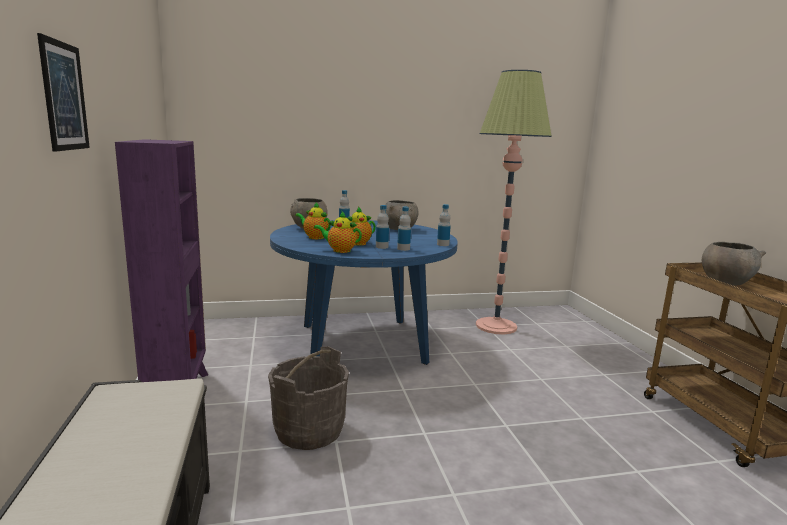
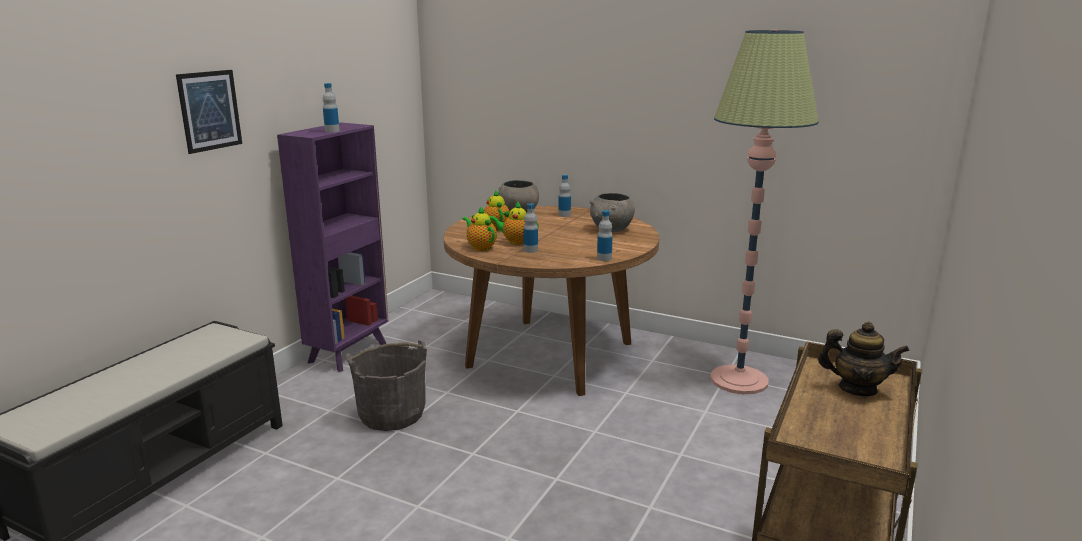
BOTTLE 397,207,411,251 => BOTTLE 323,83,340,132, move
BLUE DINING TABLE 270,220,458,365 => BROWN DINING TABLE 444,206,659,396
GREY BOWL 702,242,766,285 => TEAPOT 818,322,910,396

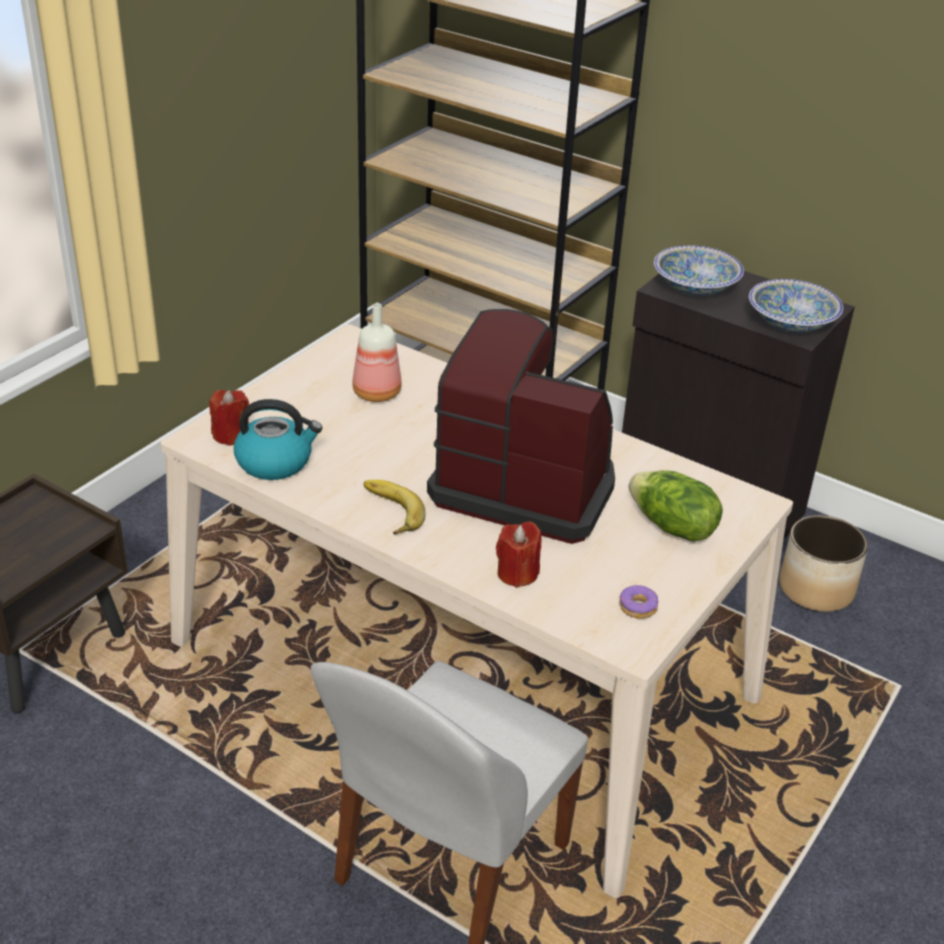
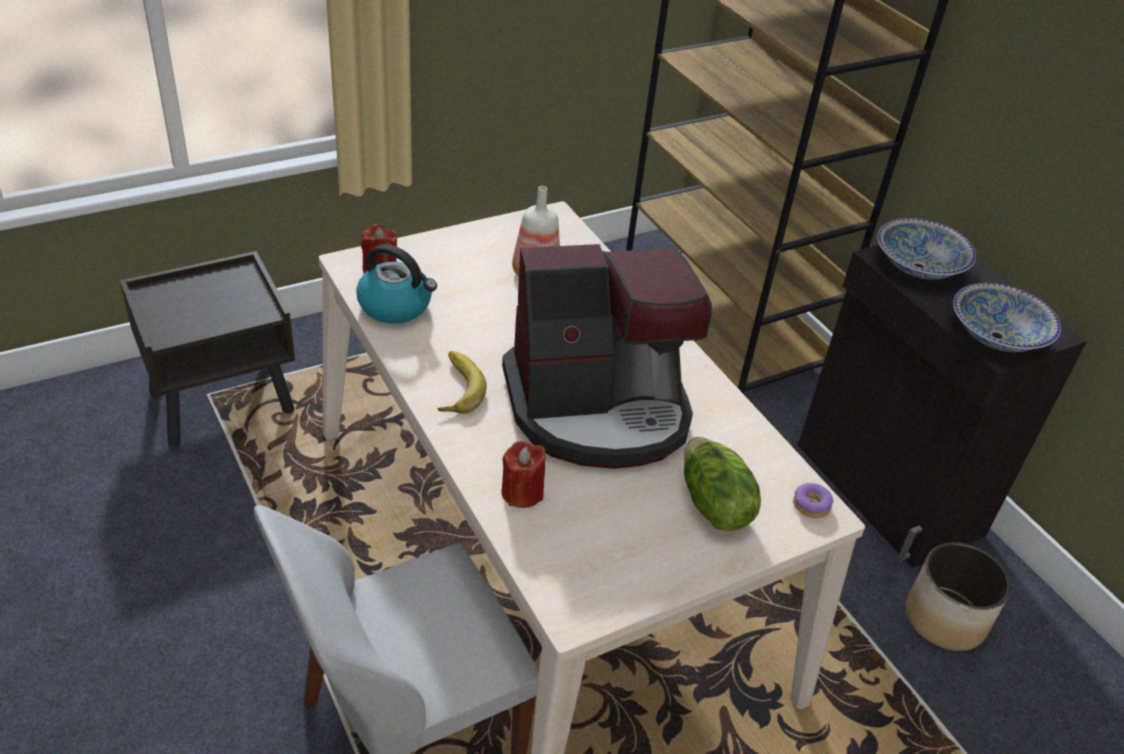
COFFEE MACHINE 427,309,615,544 => COFFEE MACHINE 502,244,712,469, 120 degrees clockwise
DONUT 620,585,659,619 => DONUT 793,483,833,518, move

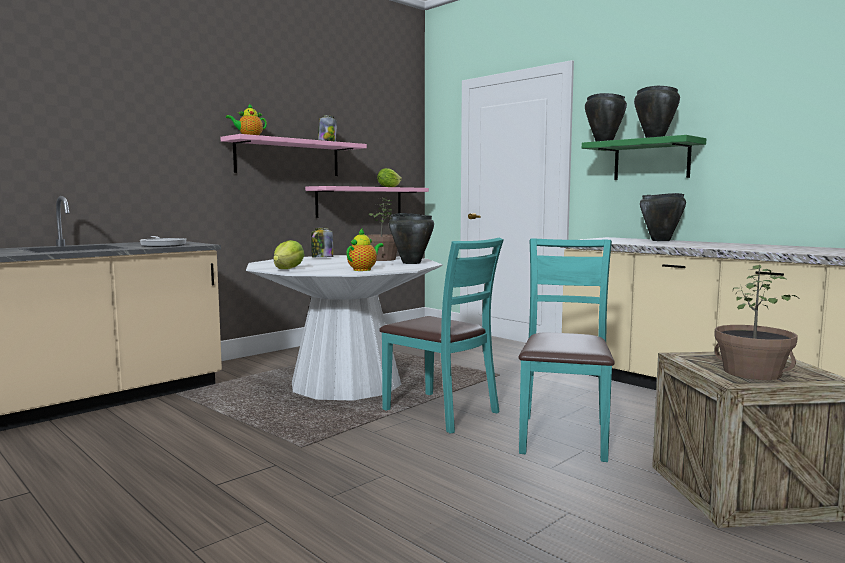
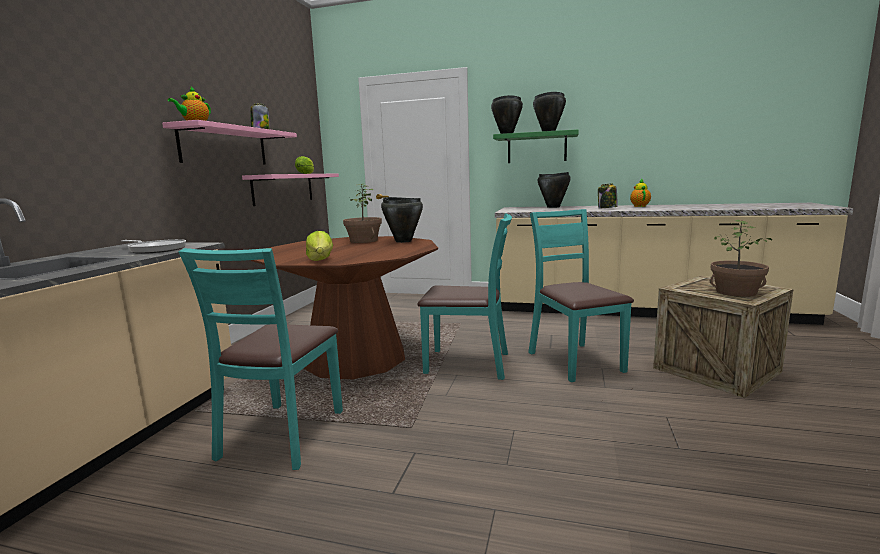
JAR 311,228,333,257 => JAR 598,183,618,208, move
TEAPOT 346,229,384,271 => TEAPOT 630,179,651,207, move
WHITE DINING TABLE 246,255,443,401 => BROWN DINING TABLE 250,236,438,379
nothing => TURQUOISE CHAIR 178,248,343,470

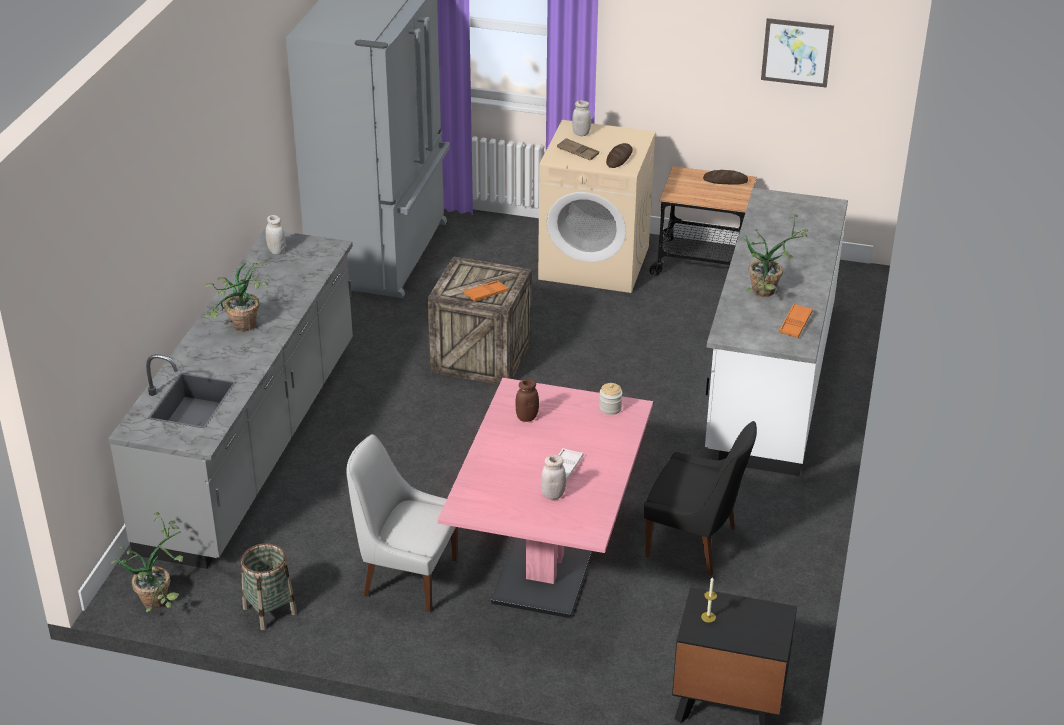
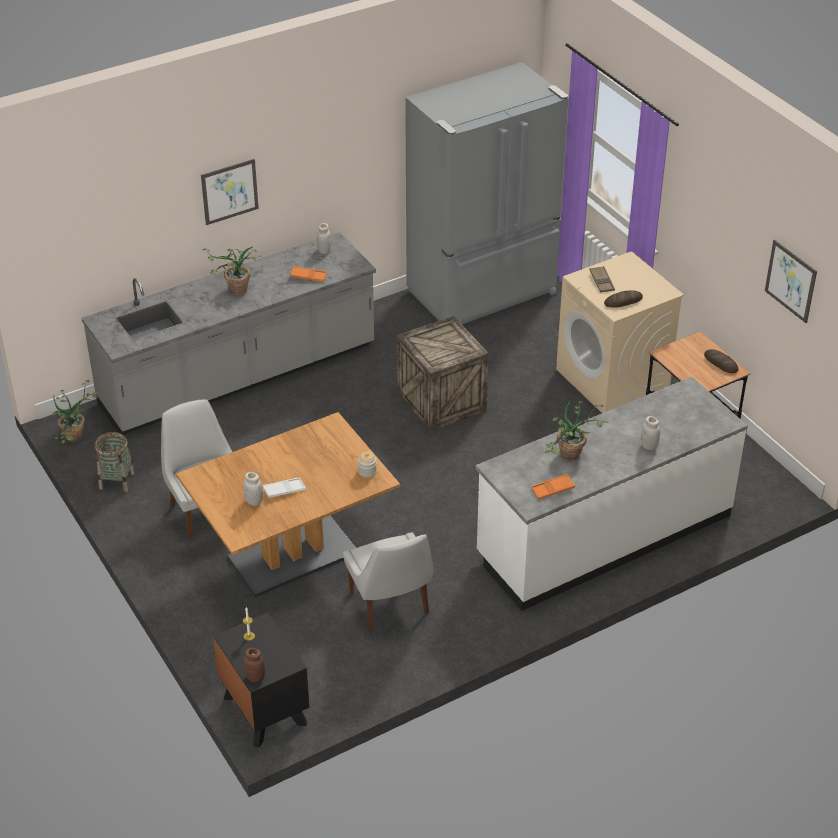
WHITE JAR 572,101,591,136 => WHITE JAR 641,416,660,450, move
ORANGE TRAY 464,280,509,302 => ORANGE TRAY 290,266,327,282, move
PINK DINING TABLE 438,378,653,618 => BROWN DINING TABLE 176,412,400,597
BROWN JAR 515,379,539,422 => BROWN JAR 243,648,265,683, move
BLACK CHAIR 644,421,757,576 => WHITE CHAIR 343,532,433,631
nothing => PICTURE 201,159,259,225

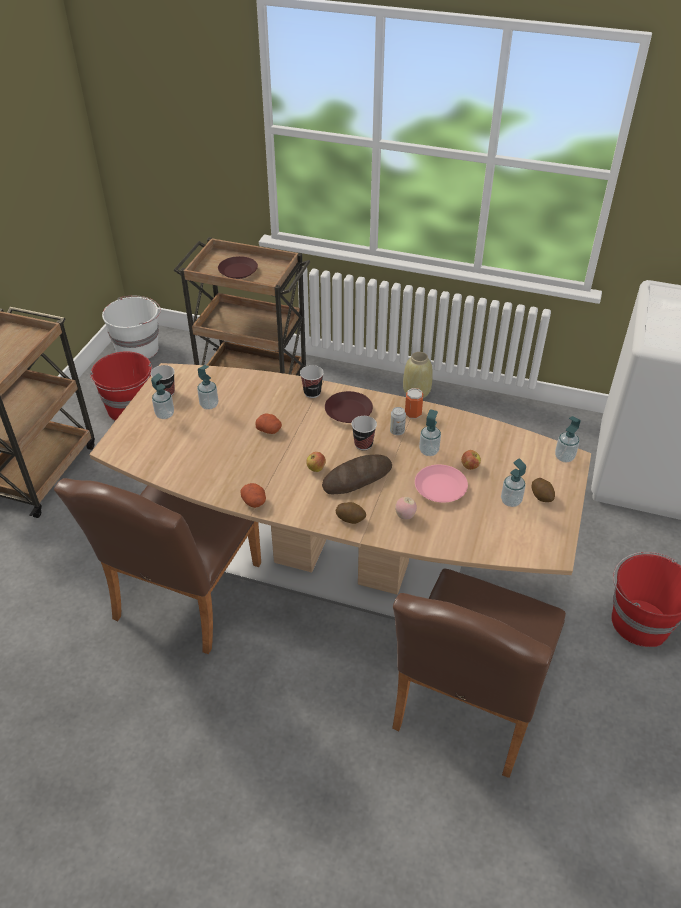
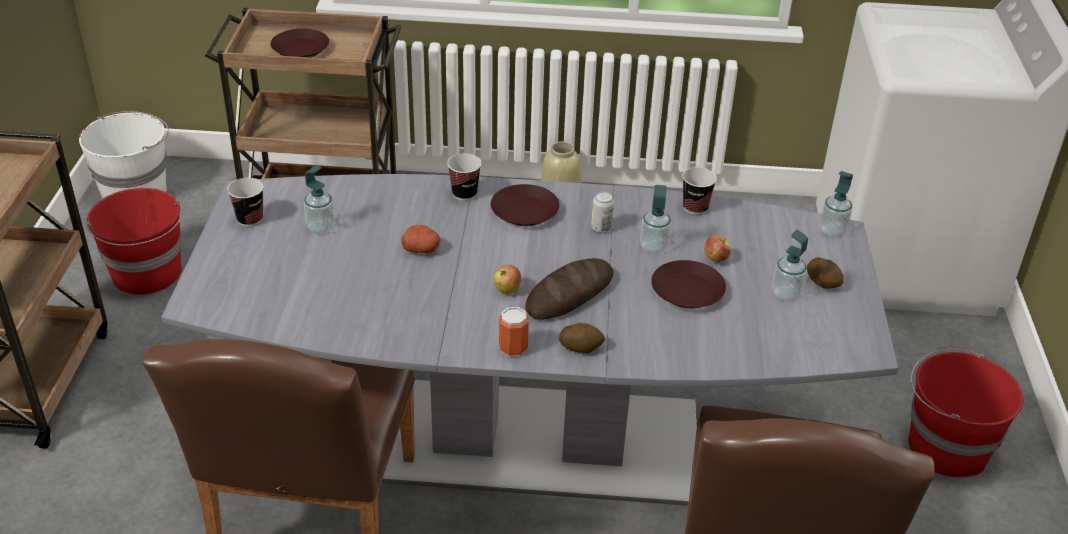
BROWN DINING TABLE 89,363,591,620 => GREY DINING TABLE 161,174,898,506
SOAP DISPENSER 151,373,174,419 => nothing
CAN 405,388,423,419 => CAN 499,307,529,357, move
CUP 351,416,377,450 => CUP 682,167,717,215, move
PINK PLATE 415,465,468,503 => BROWN PLATE 651,260,726,308
POTATO 240,483,266,508 => nothing
APPLE 395,497,417,520 => nothing

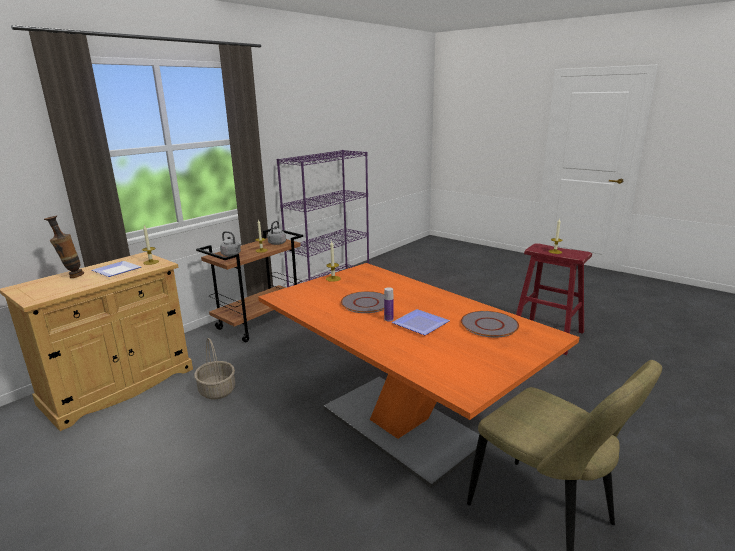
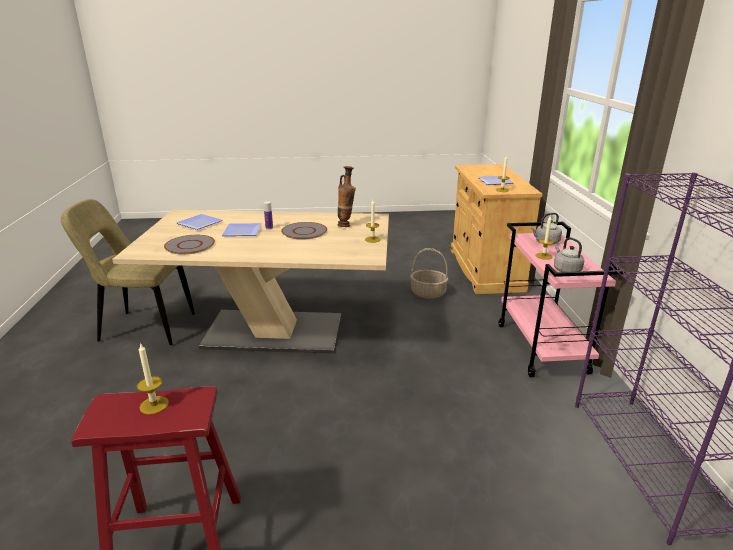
VASE 44,216,84,278 => VASE 337,166,356,227, move
BROWN CART 196,228,303,342 => PINK CART 499,222,623,377
ORANGE DINING TABLE 258,263,579,488 => BEIGE DINING TABLE 112,210,389,354
nothing => PLATE 176,214,223,230

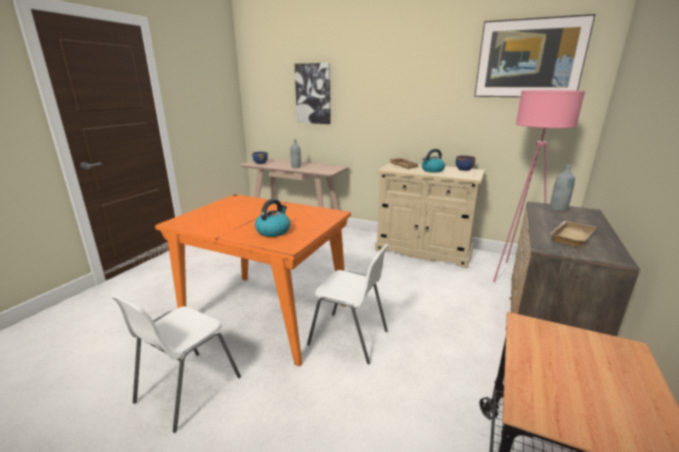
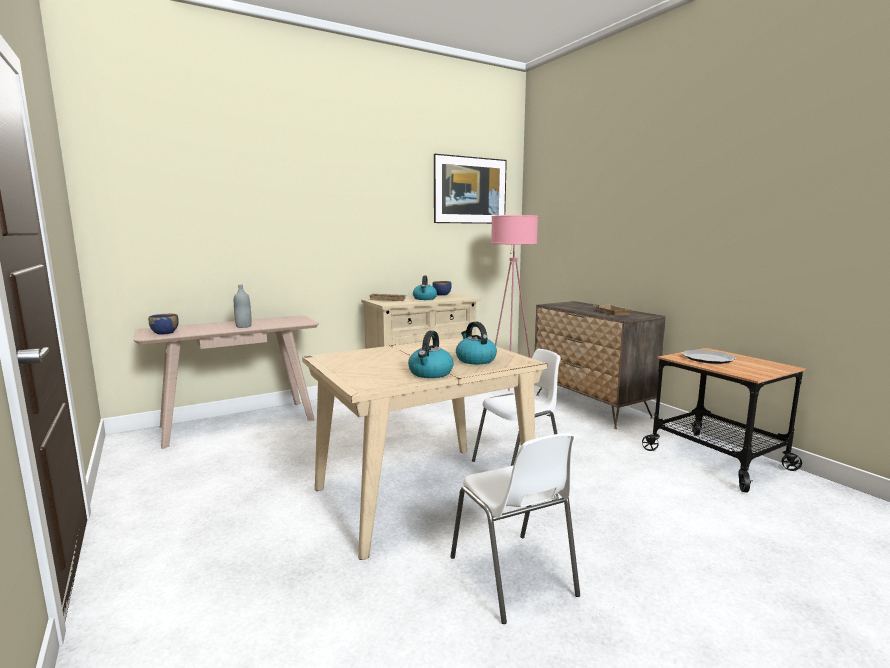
PICTURE 295,63,331,124 => nothing
GREY BOTTLE 550,165,575,211 => nothing
ORANGE DINING TABLE 155,194,351,366 => BEIGE DINING TABLE 302,337,547,560
nothing => KETTLE 408,331,454,378
nothing => PLATE 682,350,736,364

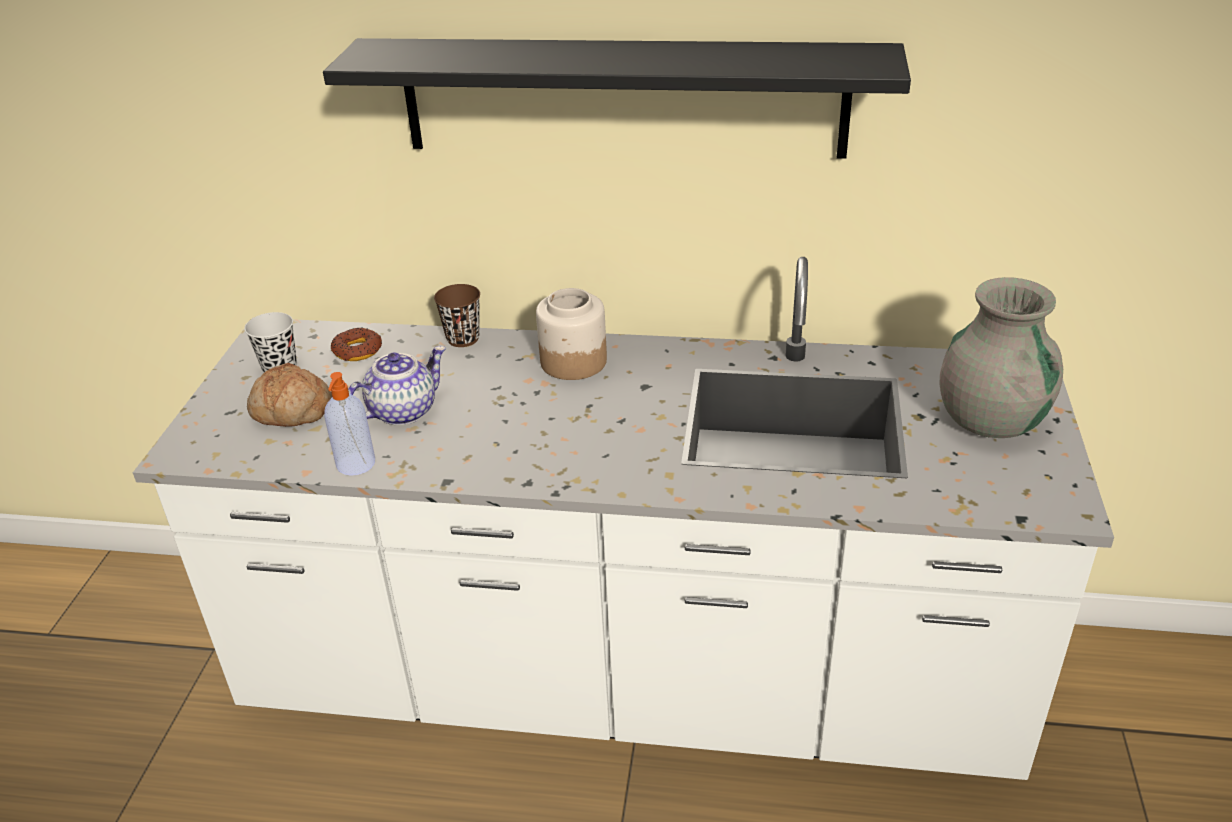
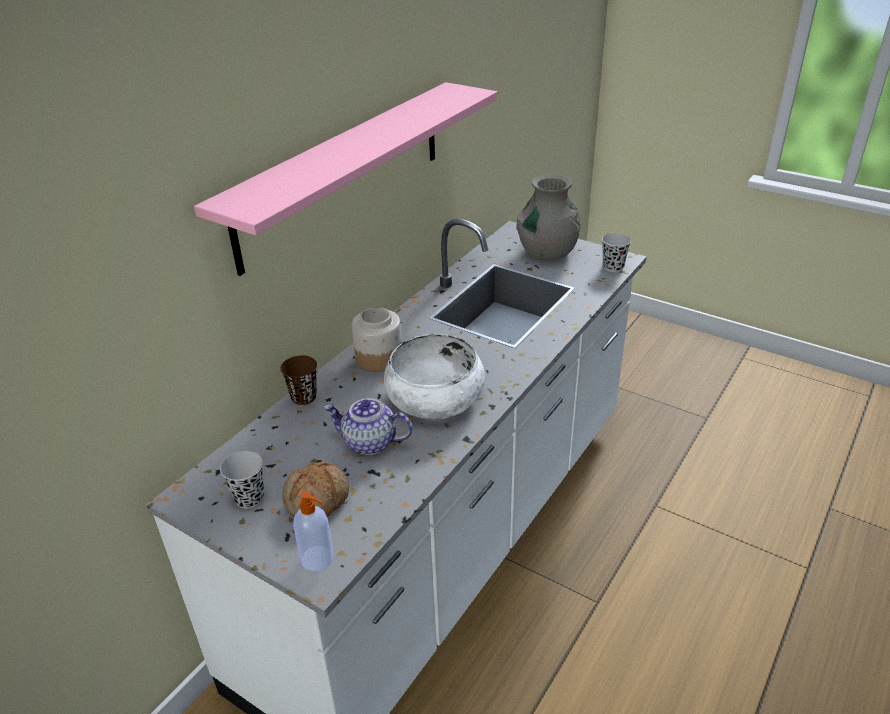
BLACK SHELF 323,38,911,159 => PINK SHELF 194,82,497,276
DONUT 331,327,382,361 => nothing
TEAPOT 348,346,446,426 => TEAPOT 323,398,412,455, 60 degrees counterclockwise
SOAP DISPENSER 324,372,375,476 => SOAP DISPENSER 293,491,334,571, move
nothing => BLACK CUP 602,233,631,272
nothing => WHITE BOWL 384,334,485,419

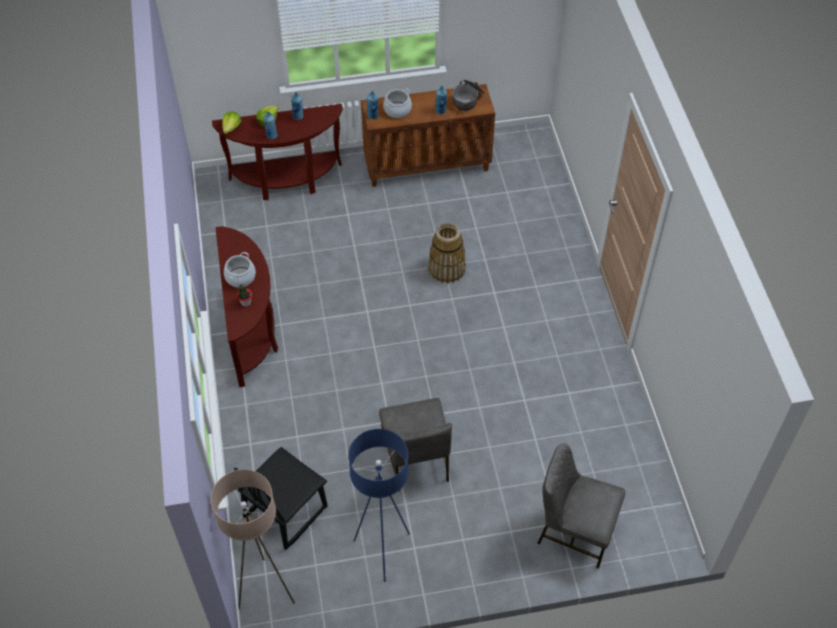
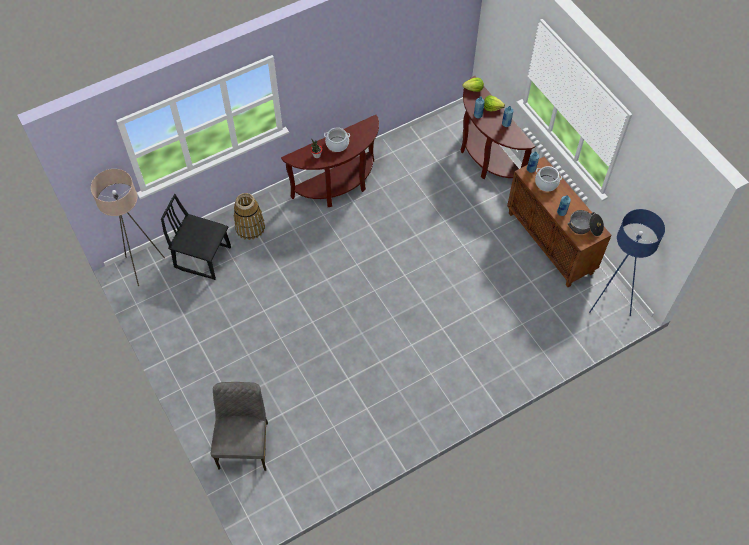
BASKET 428,223,466,284 => BASKET 234,193,265,240, move
GREY CHAIR 379,398,452,492 => nothing
BLUE FLOOR LAMP 348,429,410,582 => BLUE FLOOR LAMP 589,209,665,316, move

